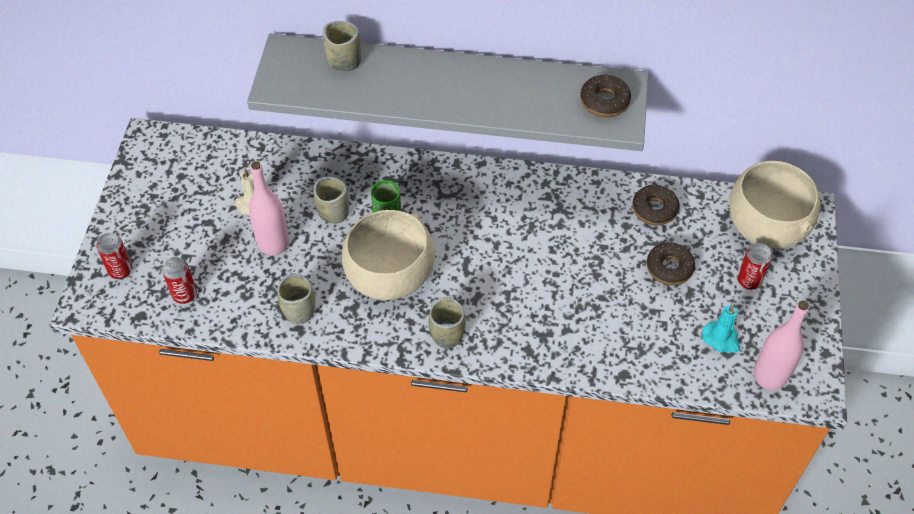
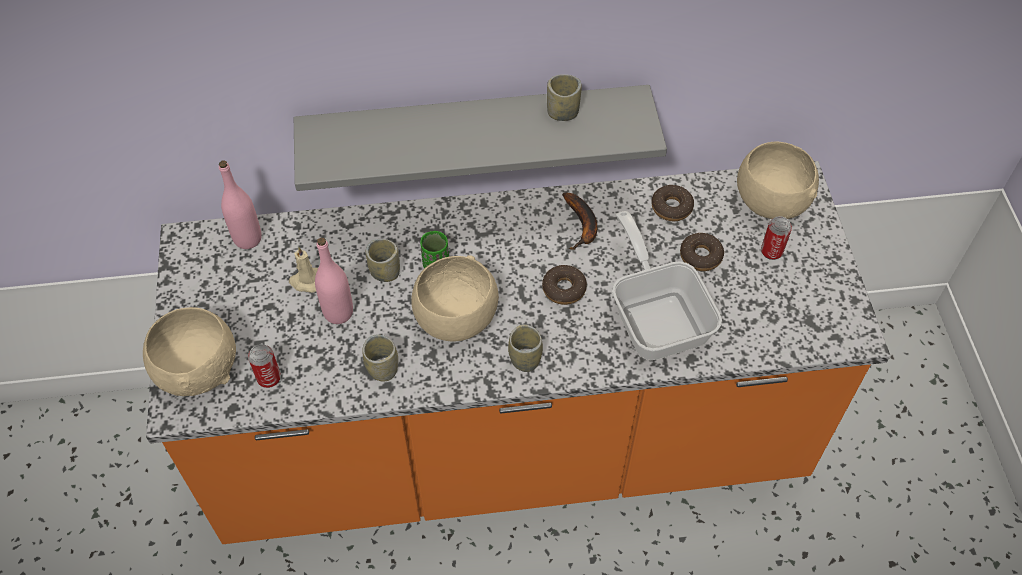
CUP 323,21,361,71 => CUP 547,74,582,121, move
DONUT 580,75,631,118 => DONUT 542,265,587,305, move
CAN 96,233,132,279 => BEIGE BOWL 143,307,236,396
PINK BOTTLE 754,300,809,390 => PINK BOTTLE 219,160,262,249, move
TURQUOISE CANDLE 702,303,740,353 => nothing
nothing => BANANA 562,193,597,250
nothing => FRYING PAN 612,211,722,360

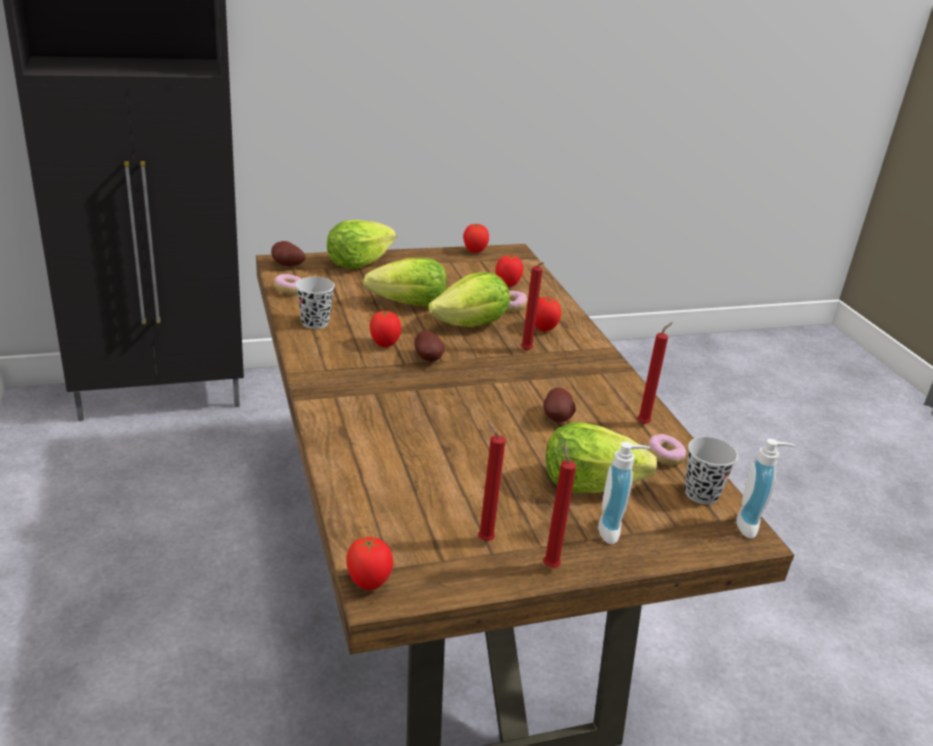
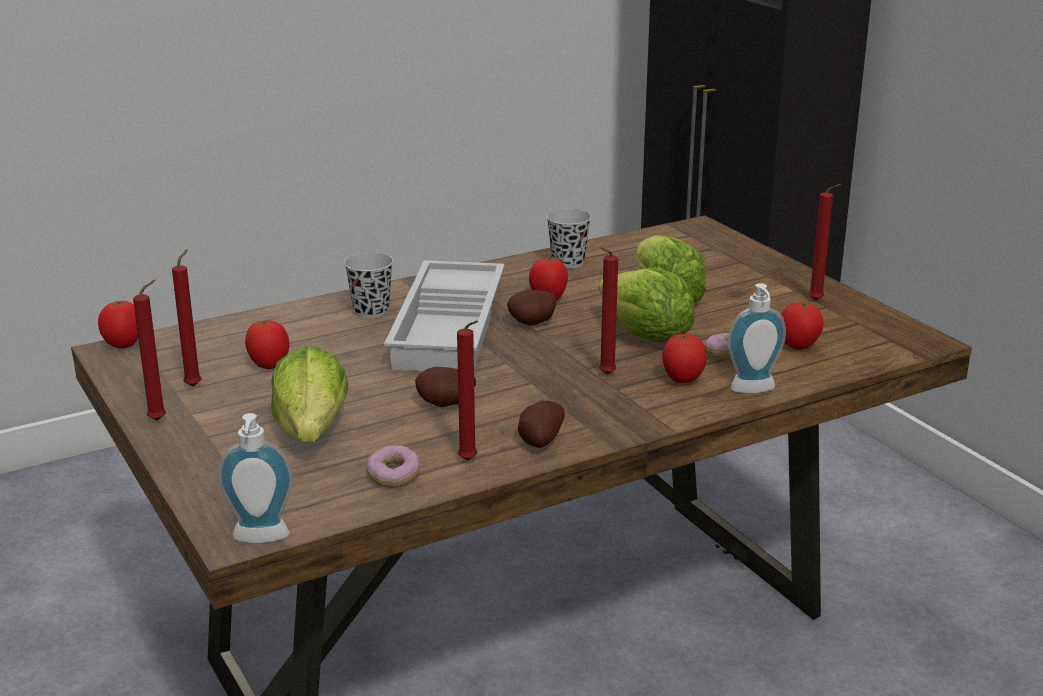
LETTUCE 327,220,396,269 => nothing
TOMATO 463,224,489,253 => TOMATO 245,319,289,369, move
POTATO 271,241,305,267 => POTATO 518,401,565,448, move
DONUT 274,274,302,294 => nothing
BLACK CUP 684,437,738,504 => BLACK CUP 344,252,393,318, move
SOAP DISPENSER 598,442,650,544 => SOAP DISPENSER 727,283,786,394, move
nothing => RED CANDLE 809,184,841,301
nothing => WHITE TRAY 384,260,504,371

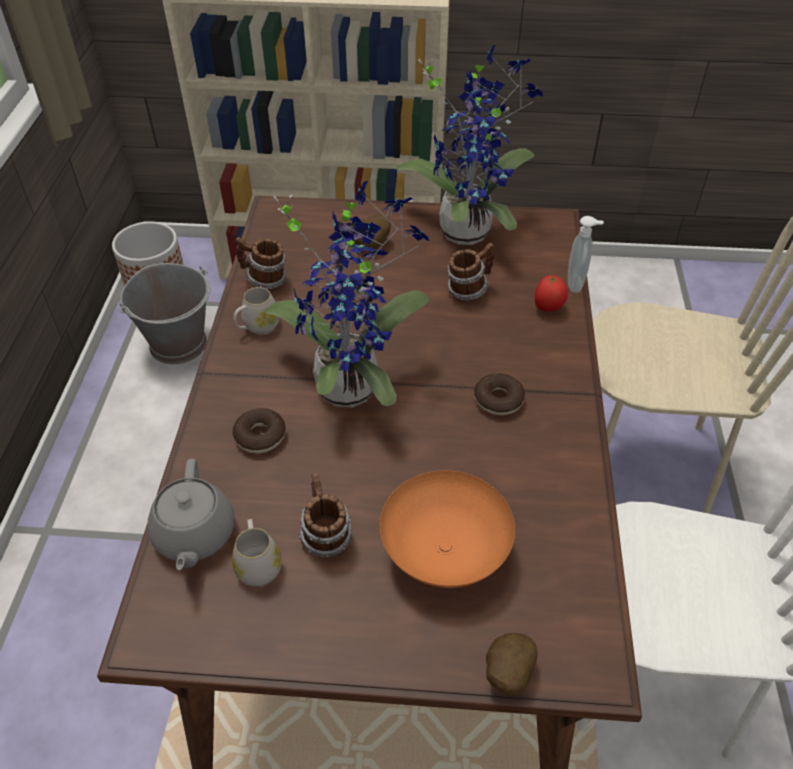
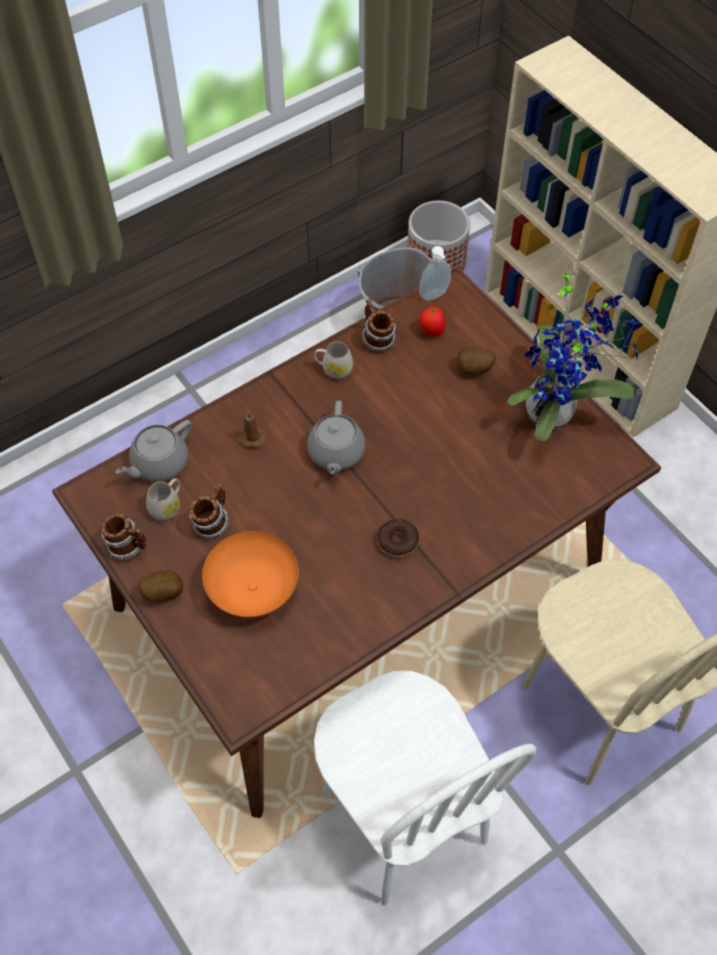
POTTED PLANT 264,181,429,408 => GREY TEAPOT 307,400,365,474
SOAP DISPENSER 568,216,604,293 => SOAP DISPENSER 419,246,451,301, move
MUG 447,243,494,302 => MUG 101,513,146,561, move
TOMATO 535,275,568,311 => TOMATO 419,307,446,336, move
DONUT 233,408,286,454 => BROWN CANDLE 236,411,266,449
POTATO 486,633,538,695 => POTATO 138,570,183,602, move

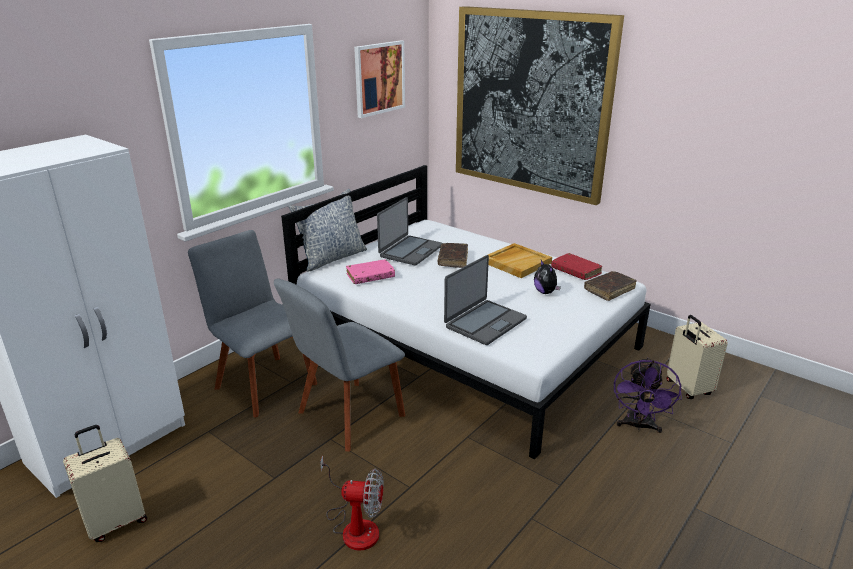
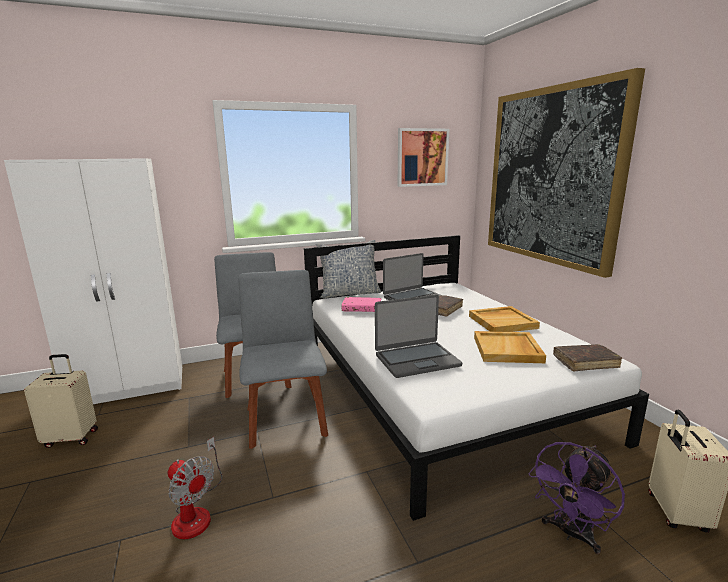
RED BOOK 551,253,602,280 => nothing
PLUSH TOY 534,260,561,294 => BEIGE TRAY 474,331,546,363
GREY CHAIR 274,278,405,452 => GREY CHAIR 238,270,328,449, 90 degrees clockwise

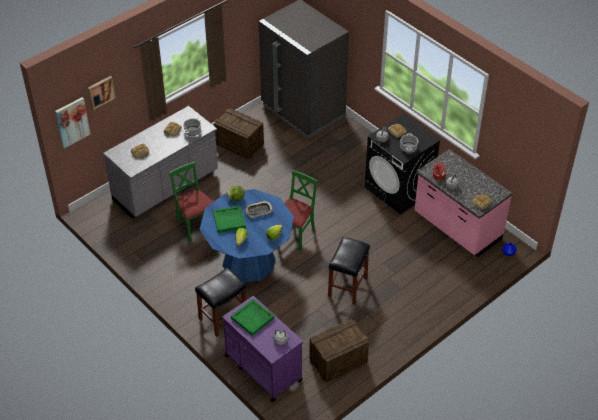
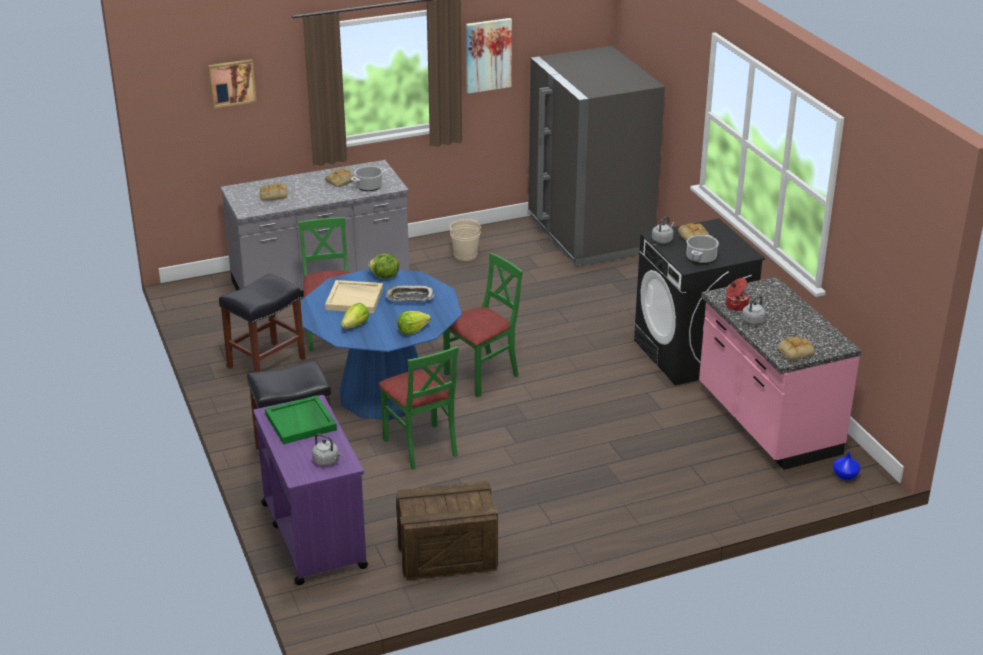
PICTURE 55,97,90,148 => PICTURE 466,18,512,94, move
CRATE 214,108,264,160 => BEIGE BUCKET 450,219,481,261
GREEN TRAY 213,206,246,233 => BEIGE TRAY 325,280,383,313
BLACK STOOL 328,237,370,305 => BLACK STOOL 219,273,305,372, move
nothing => GREEN CHAIR 379,346,459,470

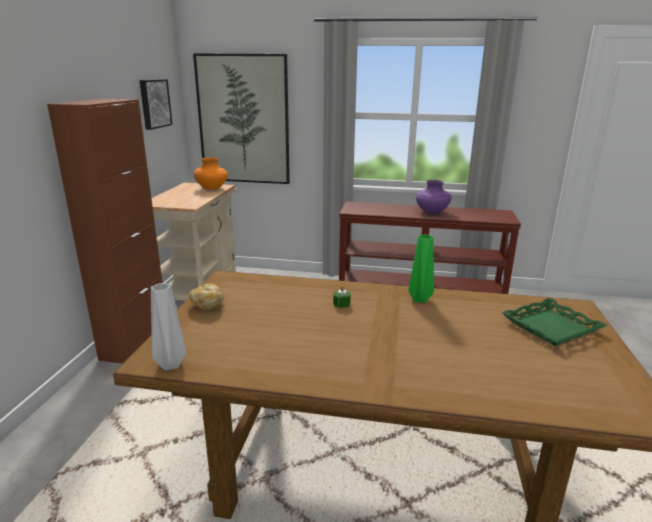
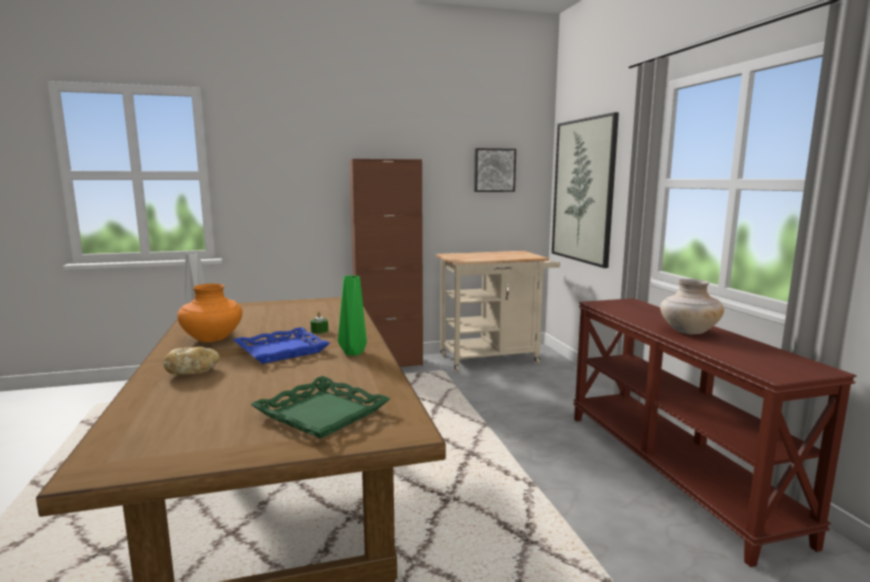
ORANGE VASE 193,157,228,190 => ORANGE VASE 177,283,242,342, move
PURPLE VASE 416,180,452,214 => BEIGE VASE 660,279,724,334
BREAD 189,283,224,310 => BREAD 164,347,220,375, move
nothing => BLUE TRAY 233,327,330,364

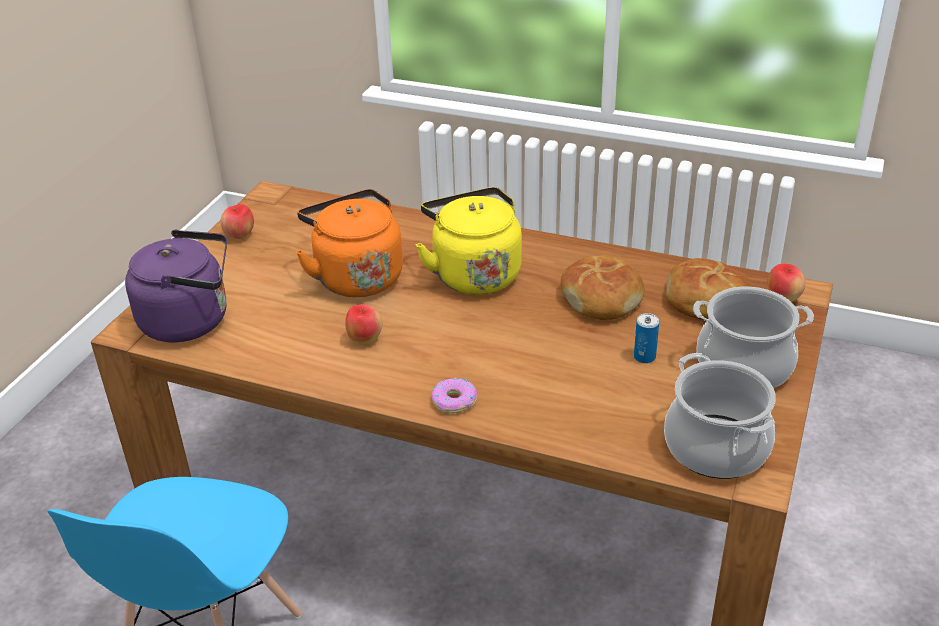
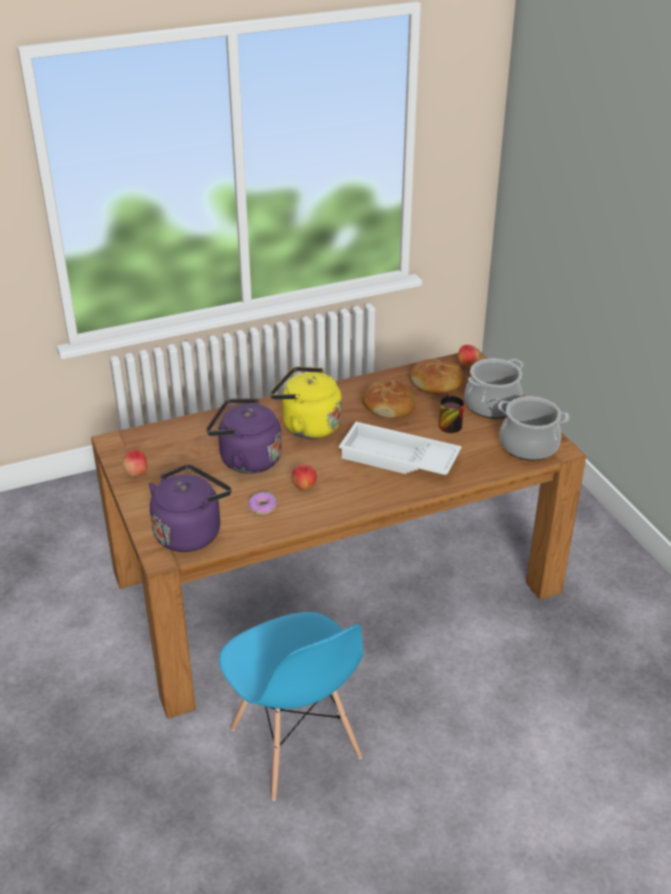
ORANGE KETTLE 296,189,403,297 => PURPLE KETTLE 206,398,282,474
CAN 634,313,659,364 => MUG 439,394,464,433
DONUT 432,377,477,413 => DONUT 248,491,277,515, move
nothing => WHITE TRAY 339,422,462,475

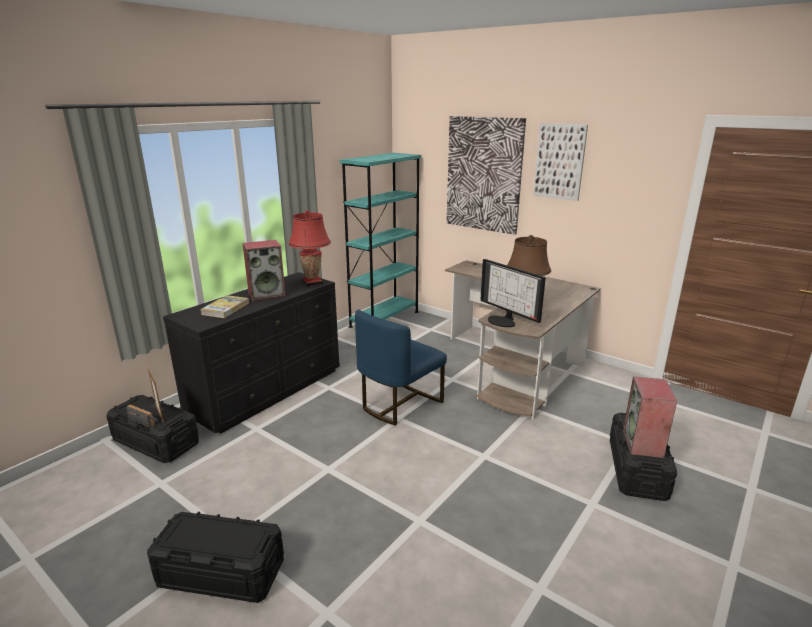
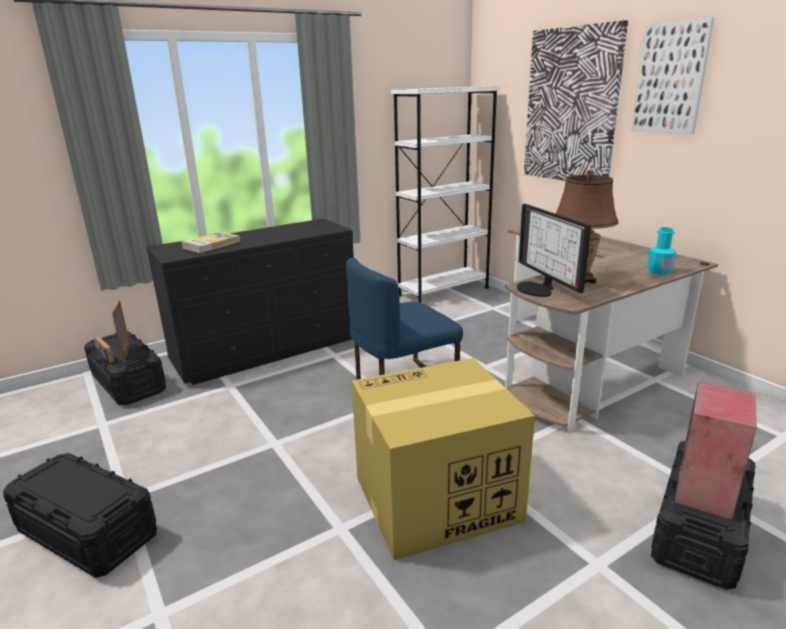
TURQUOISE BOOKCASE 340,153,422,328 => WHITE BOOKCASE 391,87,500,303
RED TABLE LAMP 289,210,331,287 => nothing
SPEAKER 243,240,286,301 => nothing
nothing => TURQUOISE BOTTLE 647,227,676,275
nothing => CARDBOARD BOX 352,358,535,560

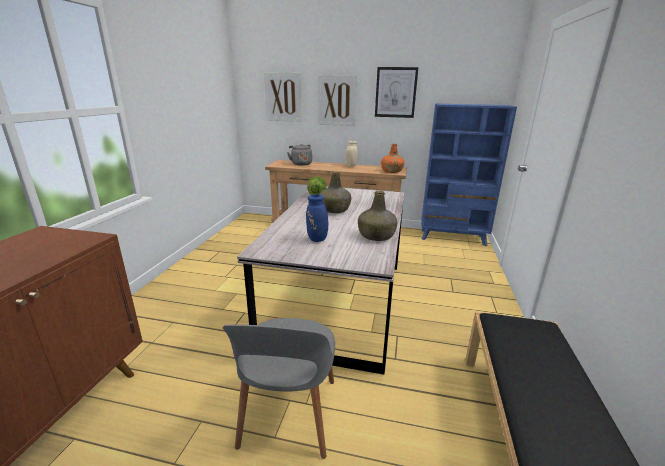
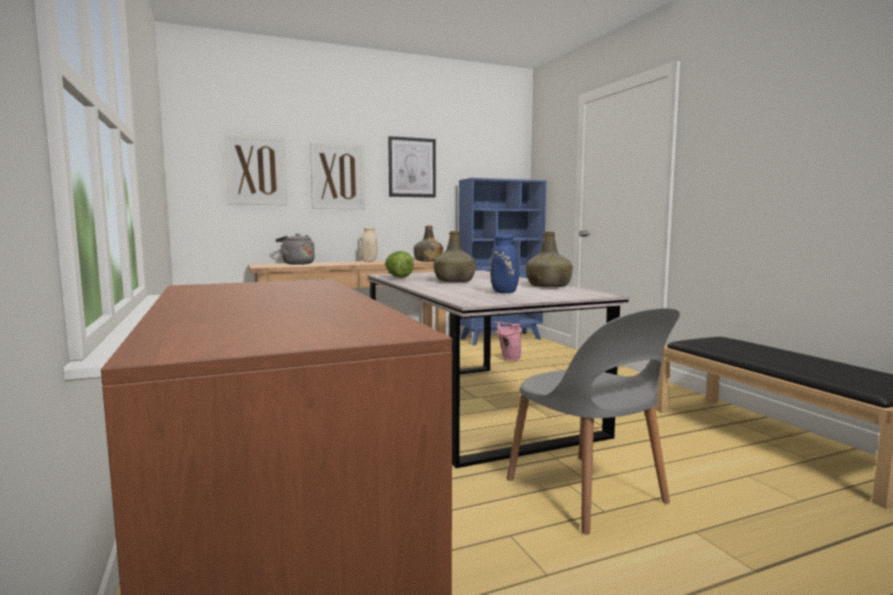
ORANGE BOTTLE 381,144,405,173 => GREEN BOTTLE 414,226,443,262
nothing => PINK BUCKET 495,322,522,361

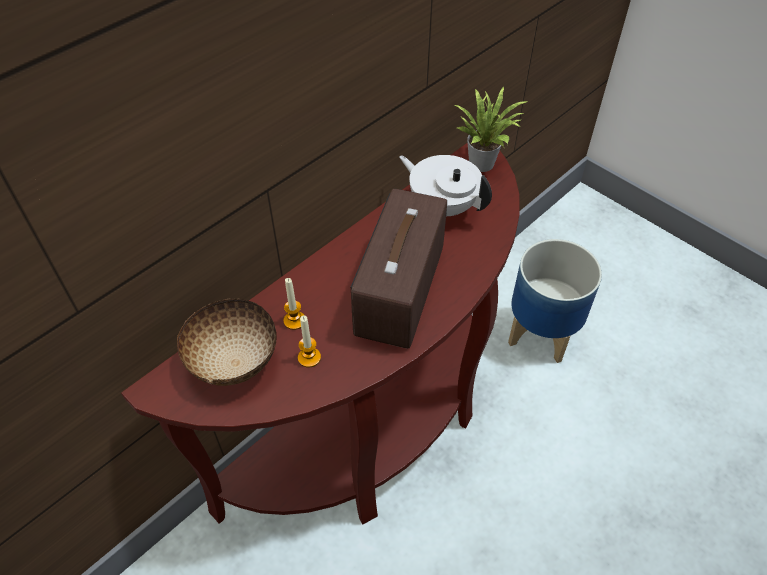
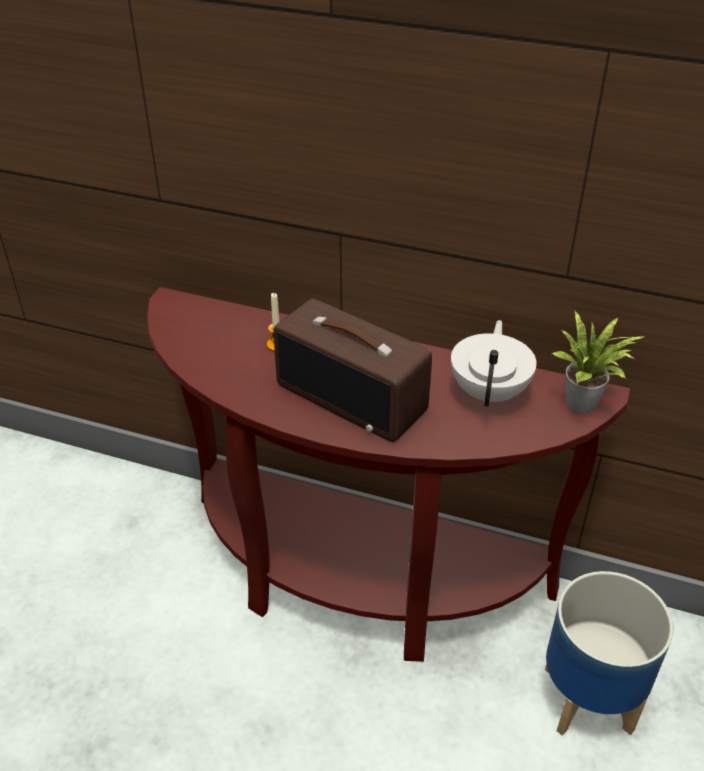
RADIO 351,189,447,348 => RADIO 273,299,432,442, 135 degrees counterclockwise
BOWL 177,299,277,386 => nothing
CANDLE 298,315,321,368 => nothing

